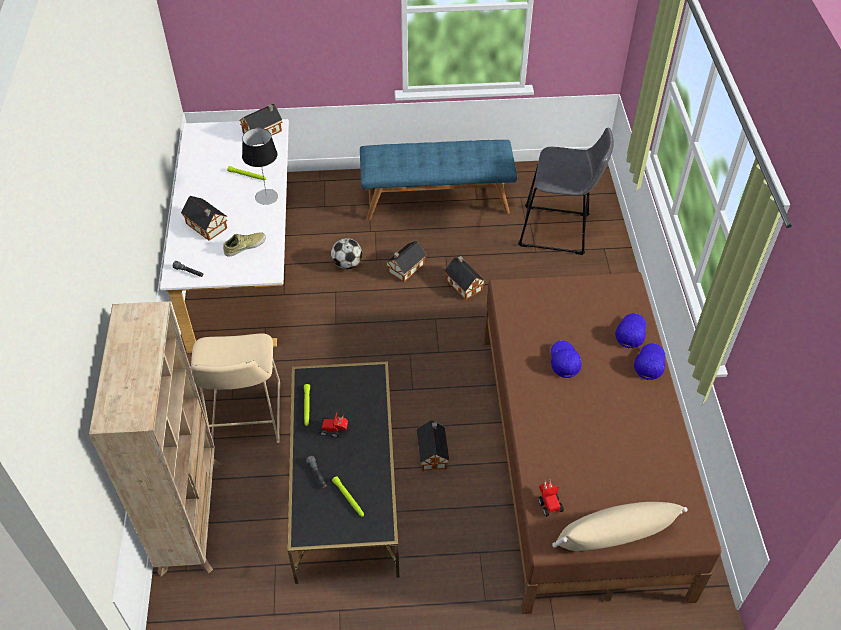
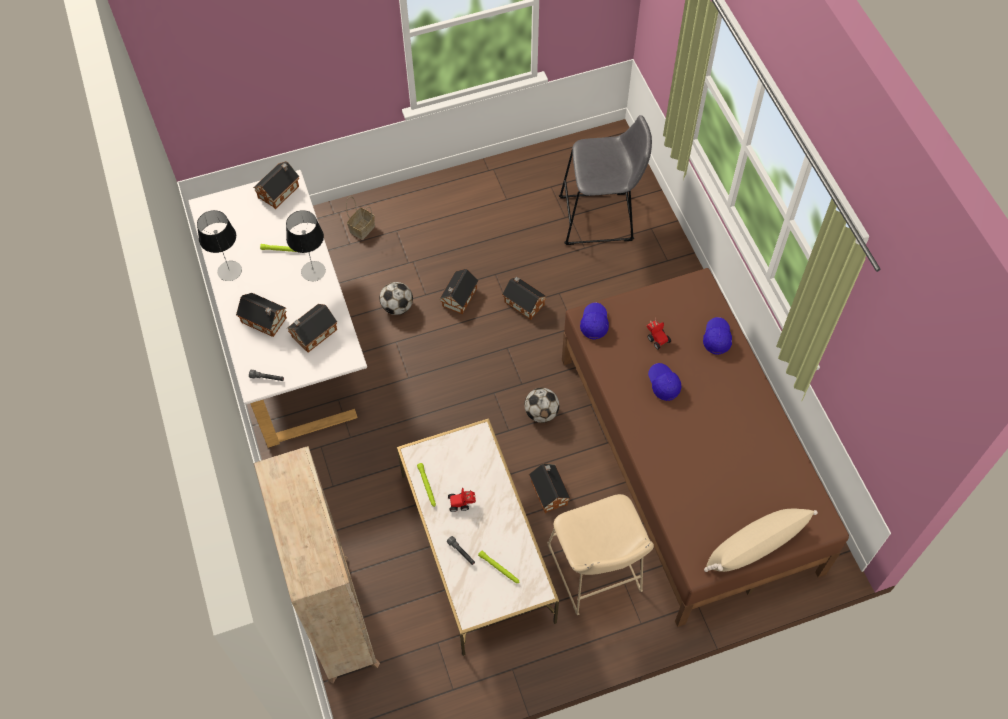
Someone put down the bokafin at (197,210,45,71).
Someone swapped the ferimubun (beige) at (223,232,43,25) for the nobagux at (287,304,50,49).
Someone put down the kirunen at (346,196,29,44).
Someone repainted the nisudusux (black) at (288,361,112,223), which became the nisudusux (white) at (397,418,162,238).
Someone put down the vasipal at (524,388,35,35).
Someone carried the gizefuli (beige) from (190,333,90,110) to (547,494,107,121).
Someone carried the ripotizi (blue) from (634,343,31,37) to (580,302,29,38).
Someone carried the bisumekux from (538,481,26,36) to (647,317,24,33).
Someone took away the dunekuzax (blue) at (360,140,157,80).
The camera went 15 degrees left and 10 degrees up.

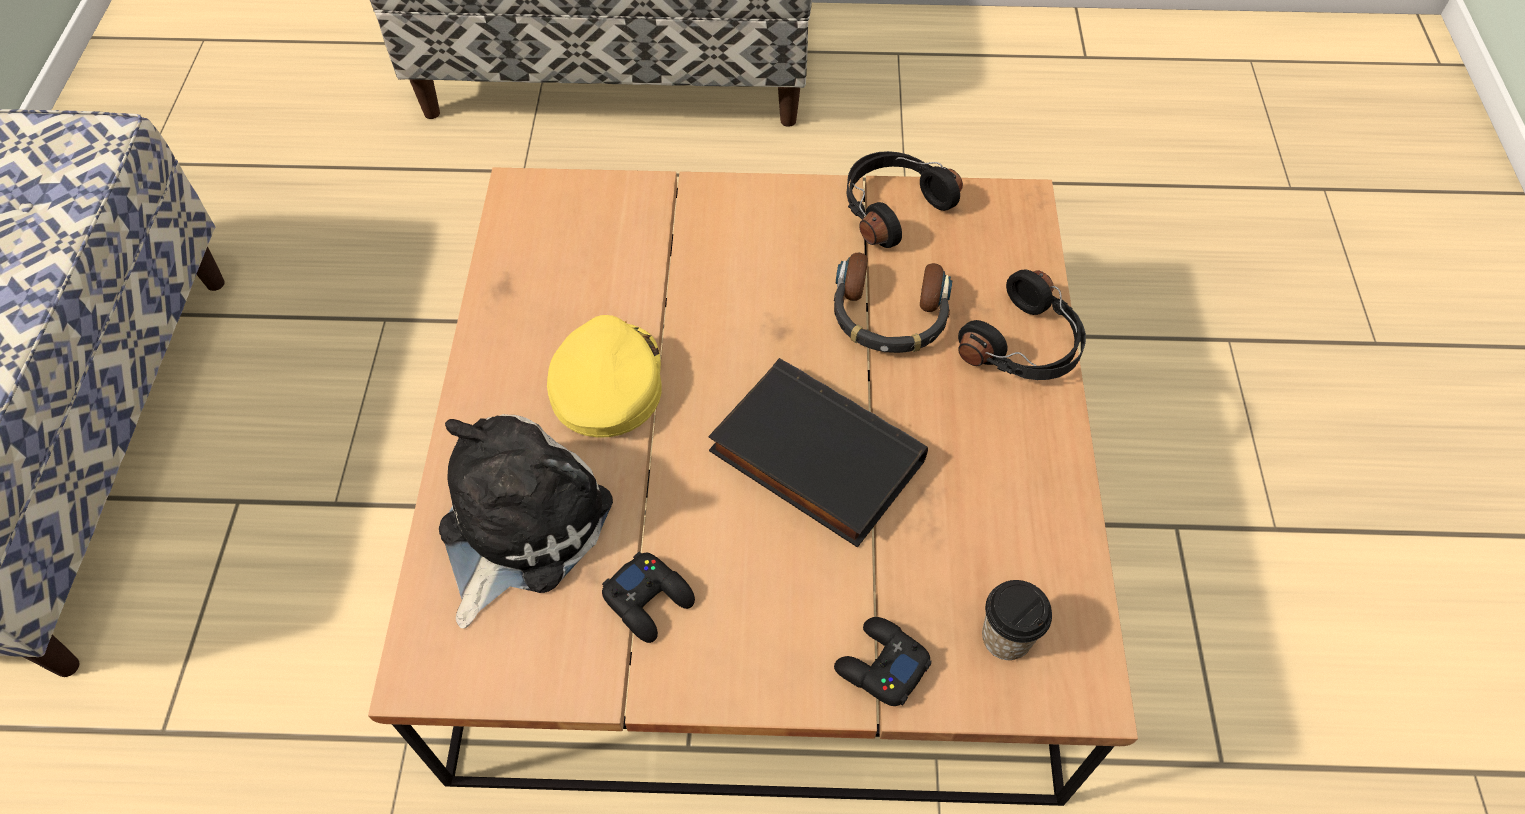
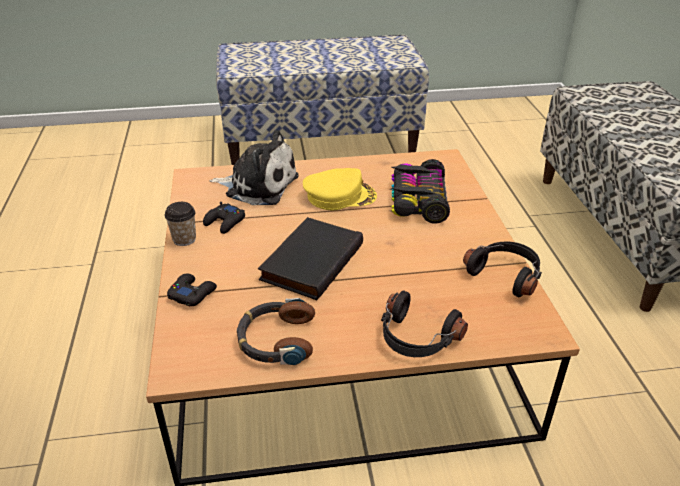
Someone carried the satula from (982,580,70,80) to (165,202,31,44).
Someone carried the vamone from (834,253,118,100) to (237,298,78,67).
Someone put down the bisumekux at (390,159,60,65).
The camera went 80 degrees right and 20 degrees down.

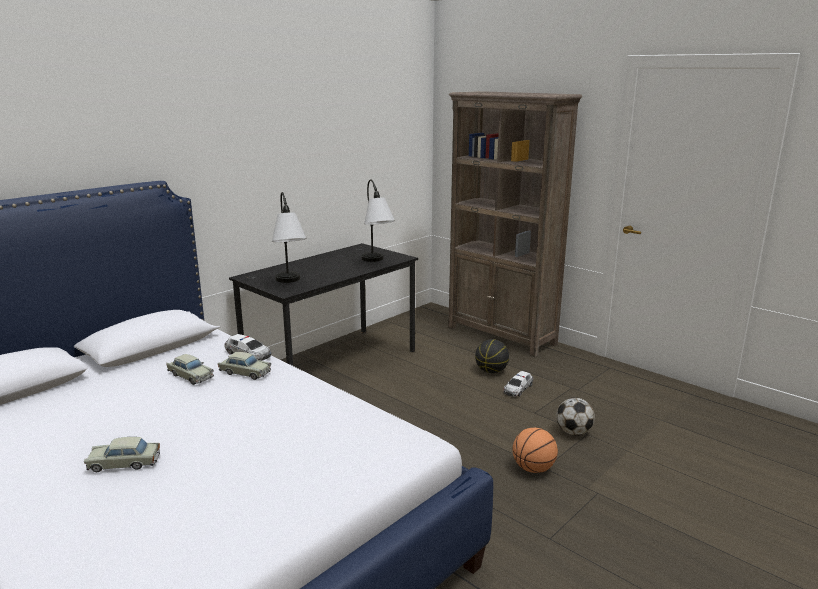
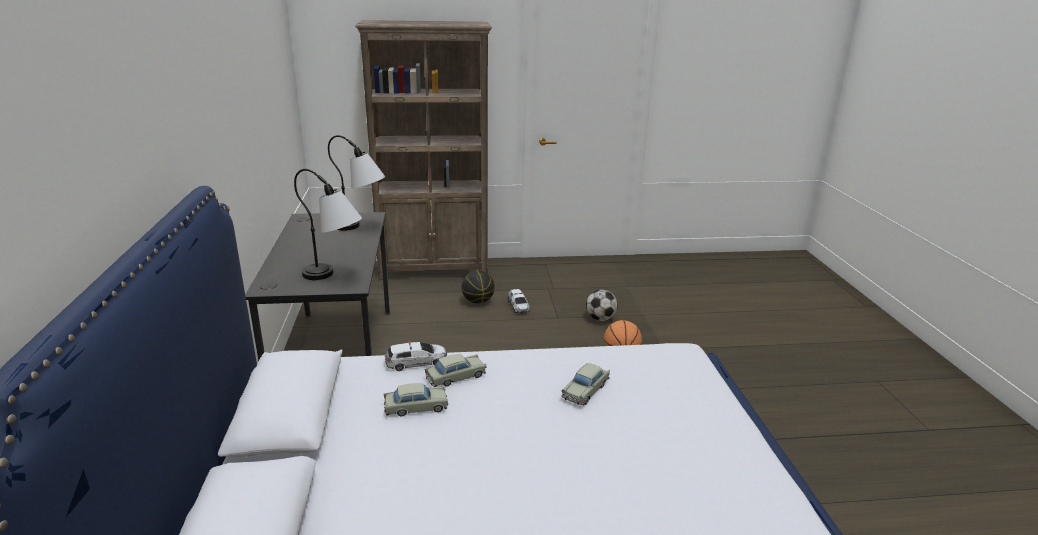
Someone carried the bisumekux (beige) from (84,437,76,35) to (562,363,48,42).
The camera went 50 degrees left and 5 degrees up.

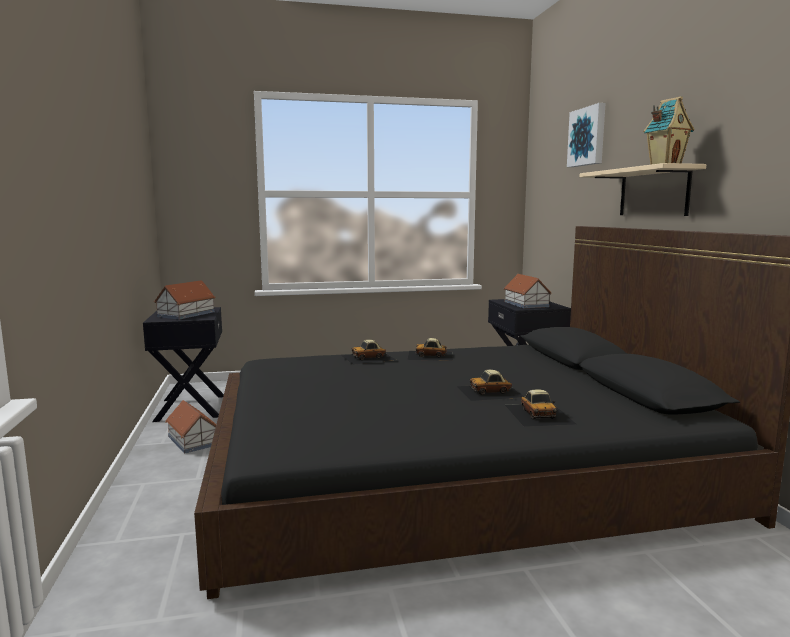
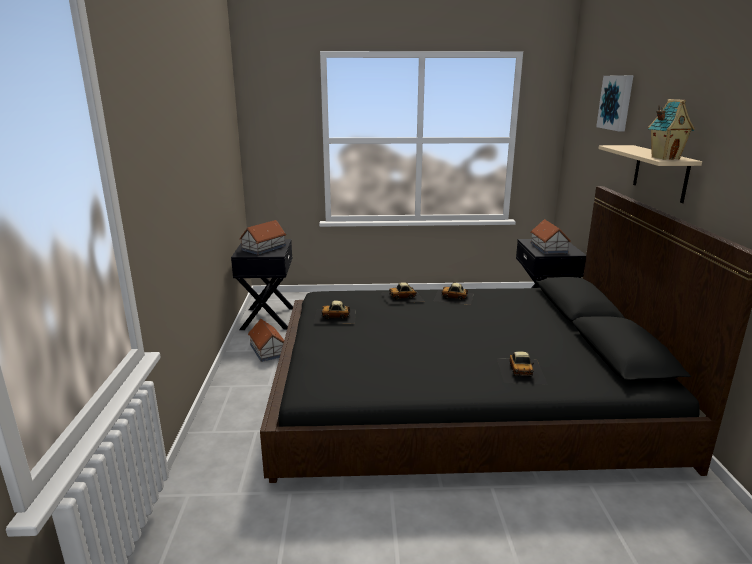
Someone carried the bisumekux from (456,370,68,31) to (314,300,42,24).
The camera went 10 degrees right and 10 degrees up.

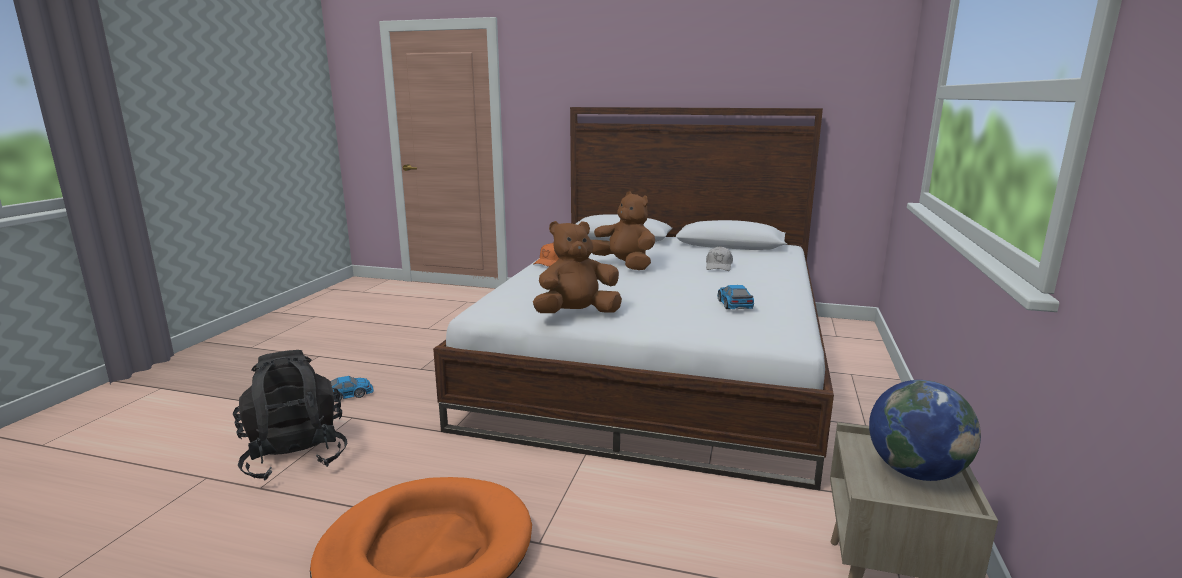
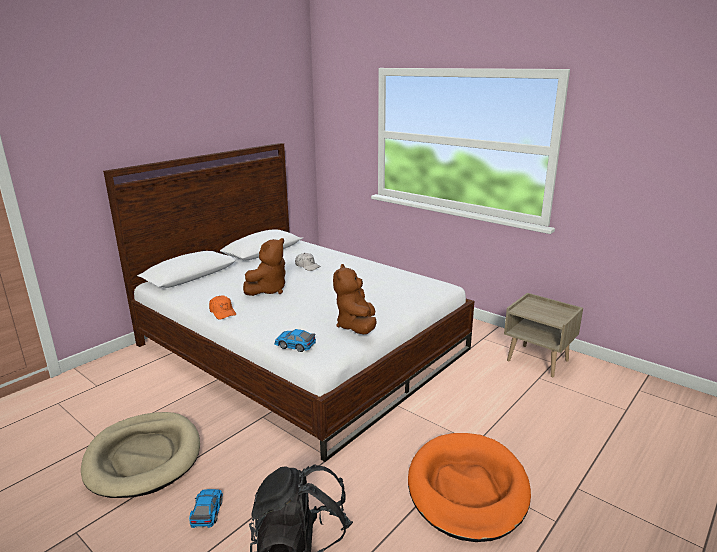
Someone put down the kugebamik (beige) at (81,412,119,86).
Someone rotated the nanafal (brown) at (591,192,64,78) by 150 degrees clockwise.
Someone carried the bisumekux from (717,285,37,24) to (274,329,42,23).
Someone took away the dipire at (869,380,112,101).
The camera went 65 degrees left and 5 degrees up.

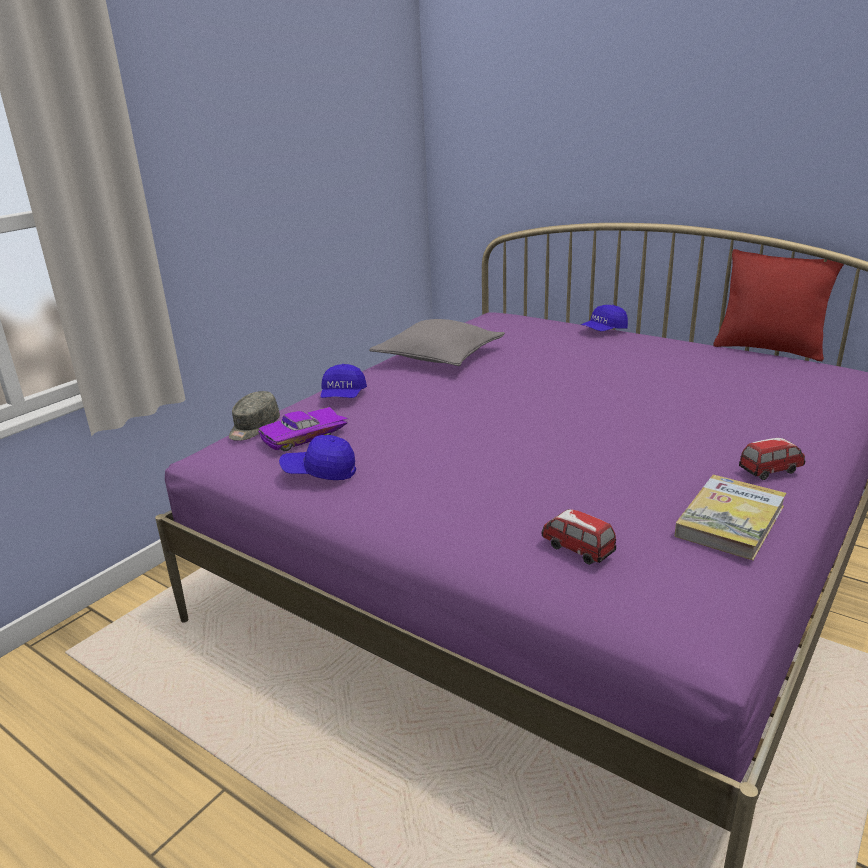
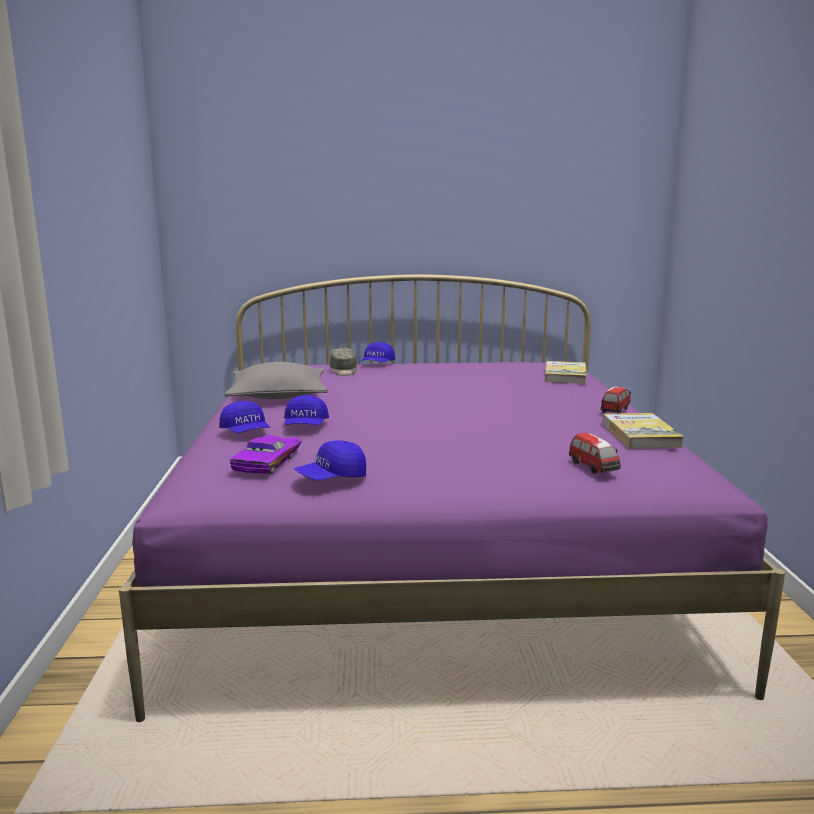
Someone put down the ripotizi (blue) at (284,395,45,30).
Someone carried the ripotizi (grey) from (229,391,51,50) to (330,348,27,28).
Someone put down the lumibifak at (545,361,42,23).
Someone rotated the bisumekux at (542,509,74,56) by 120 degrees counterclockwise.
Someone took away the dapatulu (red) at (713,249,131,112).
The camera went 40 degrees left and 10 degrees down.

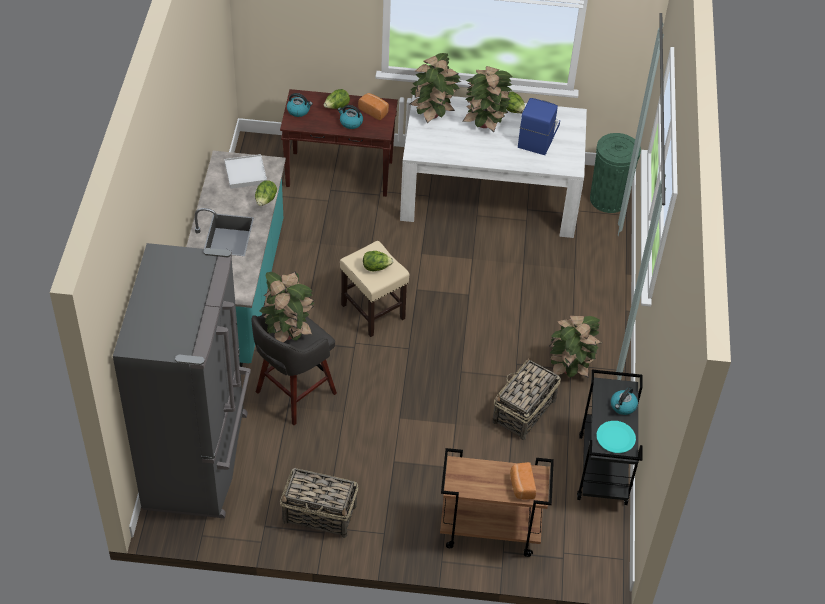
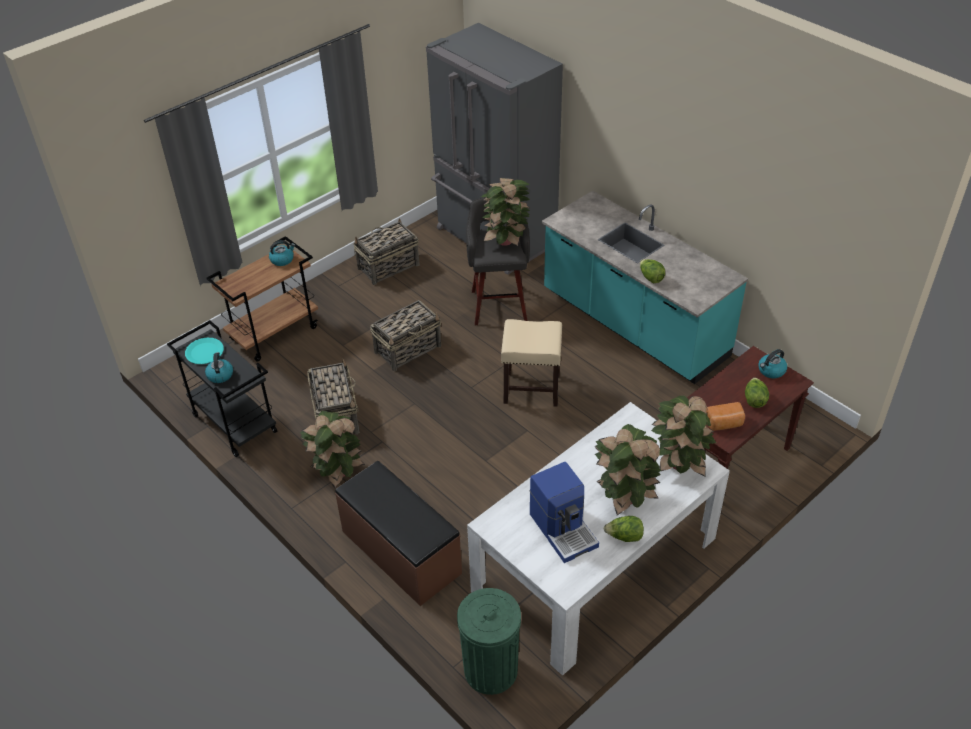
Someone carried the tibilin from (337,105,26,24) to (269,240,26,26).
Someone put down the dunekuzax (brown) at (335,461,127,145).
Someone put down the kirunen at (370,300,71,71).
Someone took away the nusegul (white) at (224,154,43,35).
Someone took away the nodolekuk at (363,251,31,20).
Someone took away the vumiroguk at (510,462,26,38).
The camera went 135 degrees right and 5 degrees down.

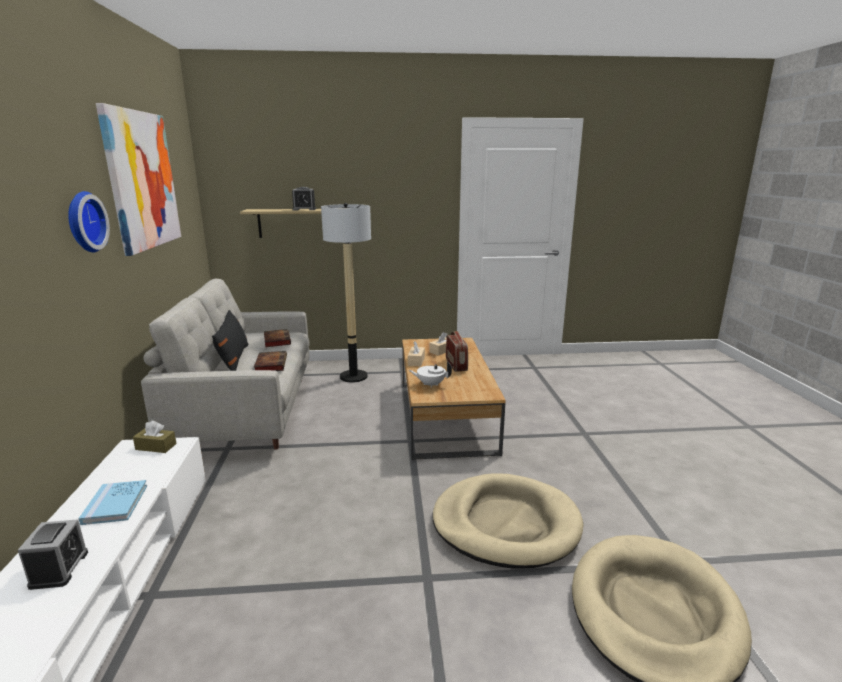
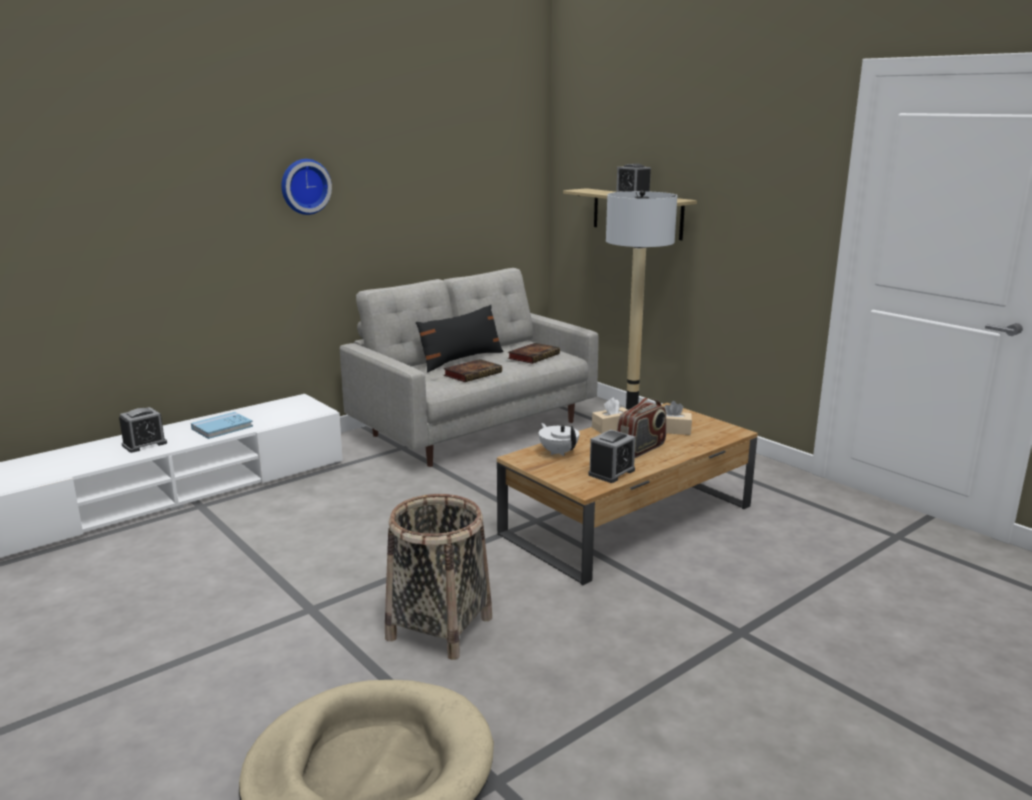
Someone swapped the kugebamik (beige) at (433,473,151,96) for the kirunen at (385,494,107,166).
Someone put down the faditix at (588,430,48,53).
Someone took away the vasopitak at (96,103,85,153).
Someone took away the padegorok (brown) at (133,421,44,32).
The camera went 55 degrees right and 0 degrees up.

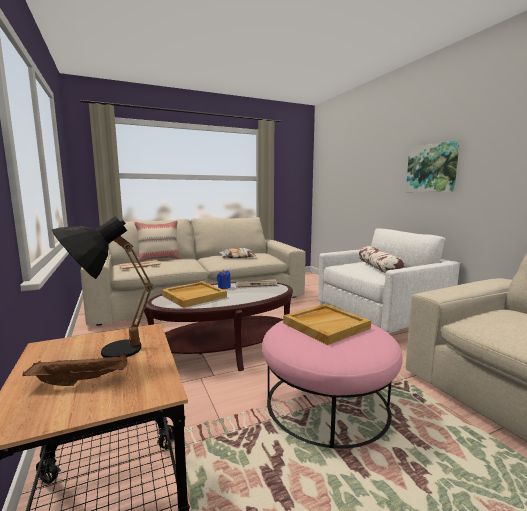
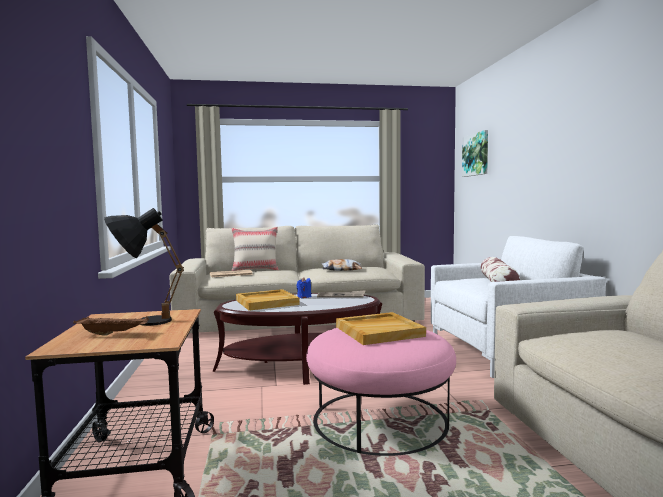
Someone carried the vasopitak from (406,140,54,52) to (462,130,26,47).
The camera went 15 degrees right and 5 degrees down.

